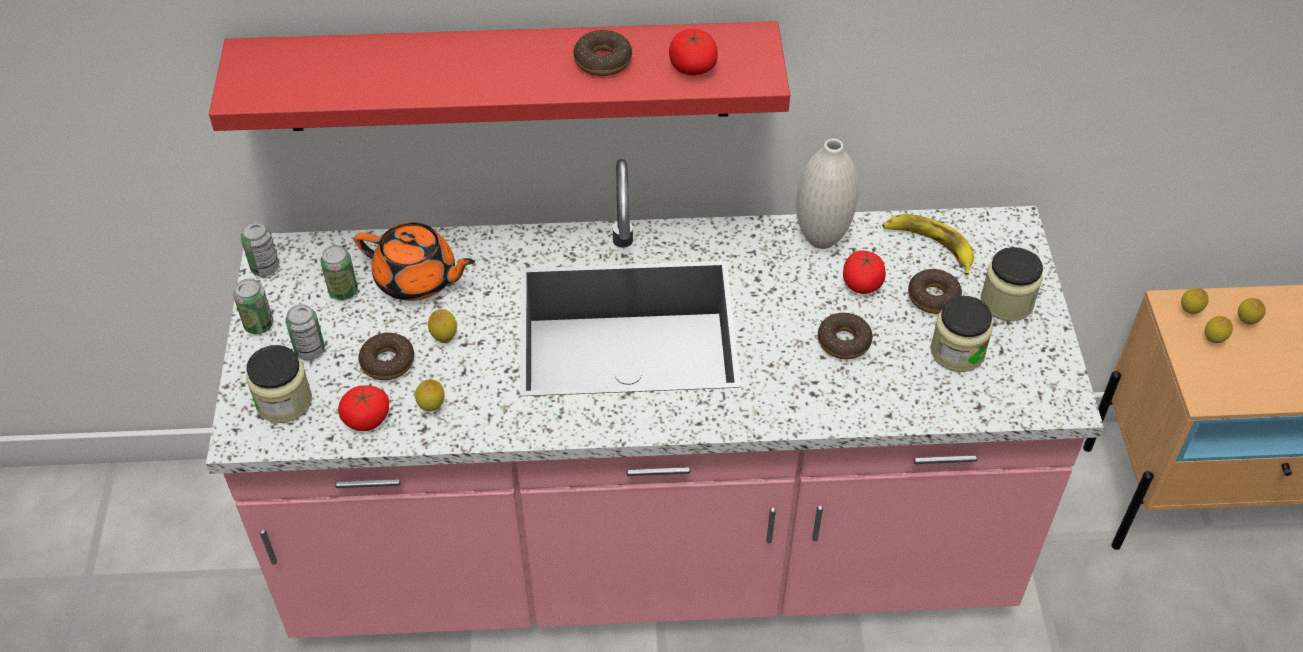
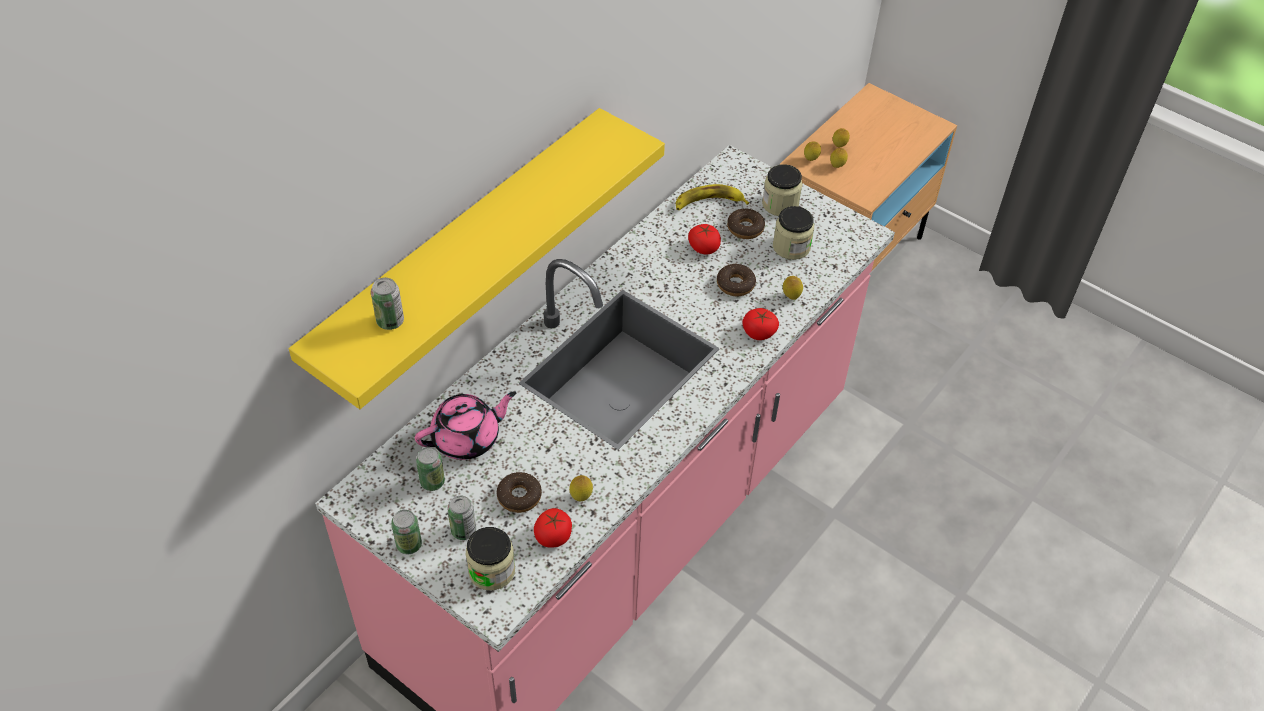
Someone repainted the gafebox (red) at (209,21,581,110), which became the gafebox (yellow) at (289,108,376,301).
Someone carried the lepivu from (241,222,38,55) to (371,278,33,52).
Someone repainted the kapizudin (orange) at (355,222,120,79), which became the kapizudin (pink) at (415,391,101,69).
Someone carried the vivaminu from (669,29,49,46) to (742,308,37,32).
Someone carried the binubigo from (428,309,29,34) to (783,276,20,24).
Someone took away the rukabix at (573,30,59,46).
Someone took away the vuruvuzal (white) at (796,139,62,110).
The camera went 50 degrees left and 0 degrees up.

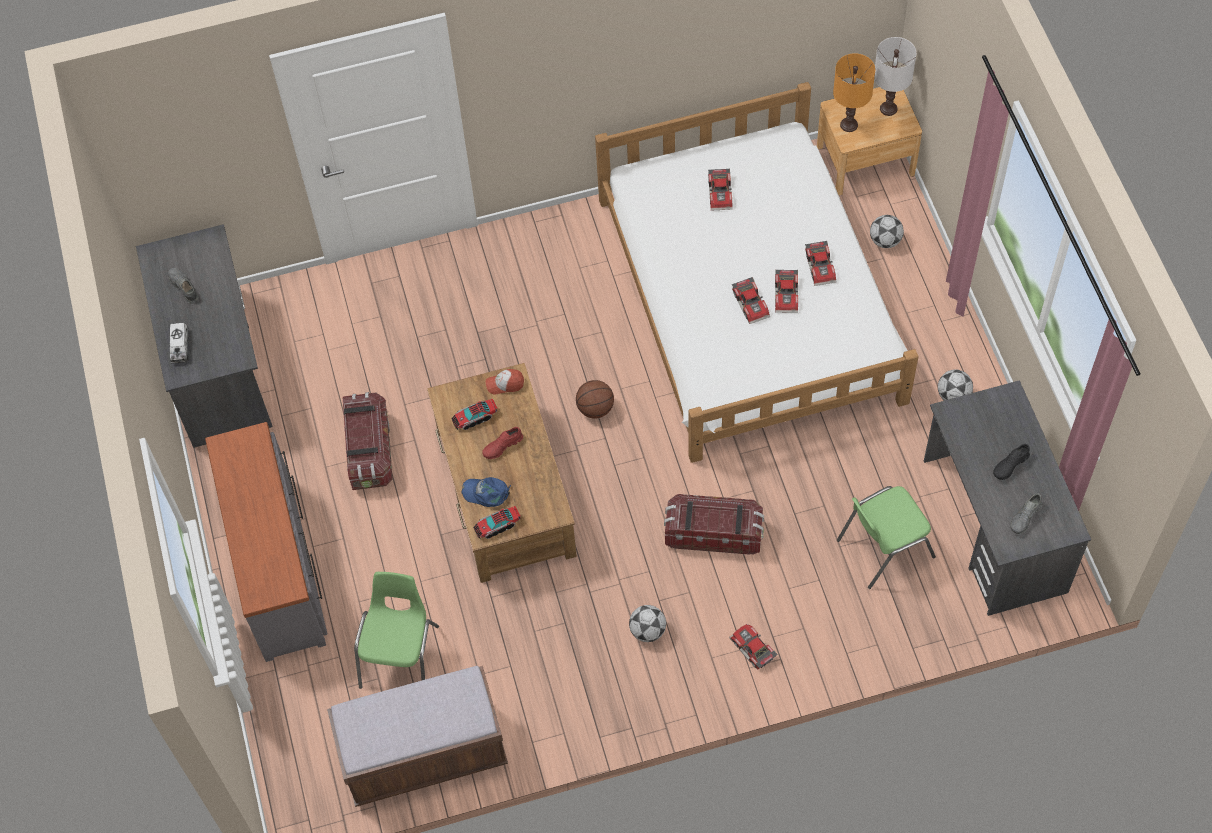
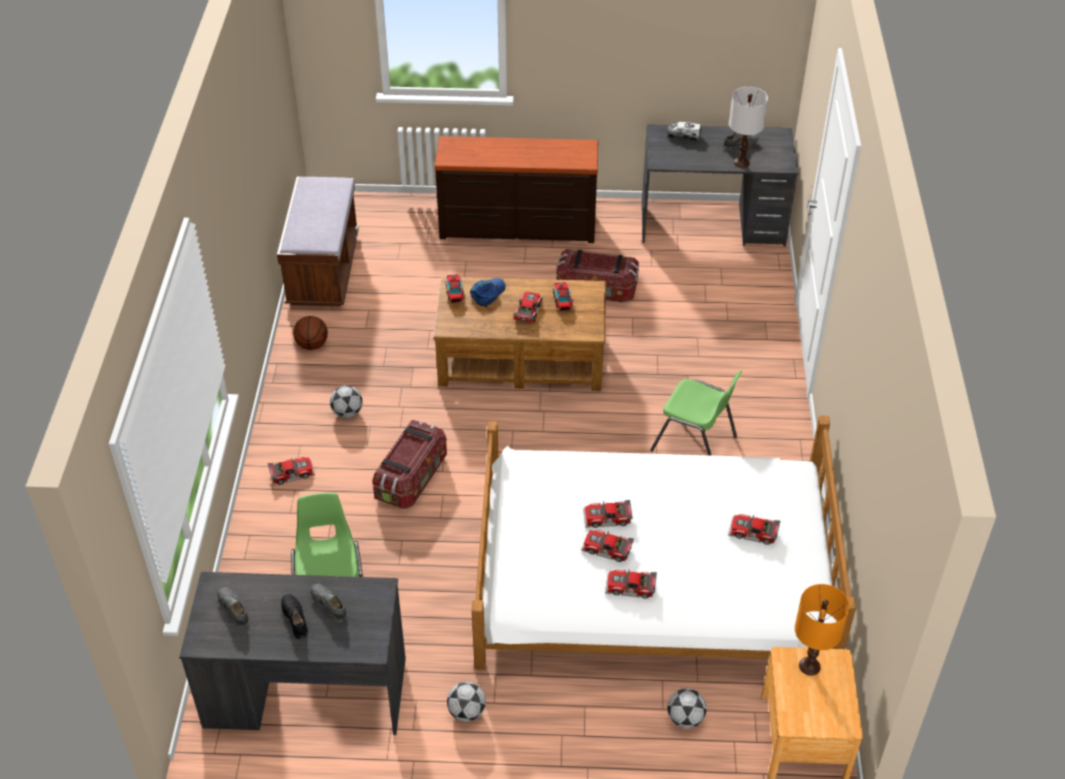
Someone carried the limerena from (576,380,38,38) to (293,316,35,34).
Someone put down the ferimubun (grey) at (311,584,37,39).
Someone repainted the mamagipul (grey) at (205,422,123,240), which became the mamagipul (brown) at (435,136,163,107).
Someone swapped the ferimubun (red) at (482,427,41,32) for the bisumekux at (513,292,30,32).
Someone carried the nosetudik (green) from (354,572,85,117) to (650,370,92,86).
Someone carried the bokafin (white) from (874,37,42,79) to (729,87,39,81).
Someone took away the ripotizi at (486,369,38,25).
The camera went 105 degrees right and 15 degrees down.

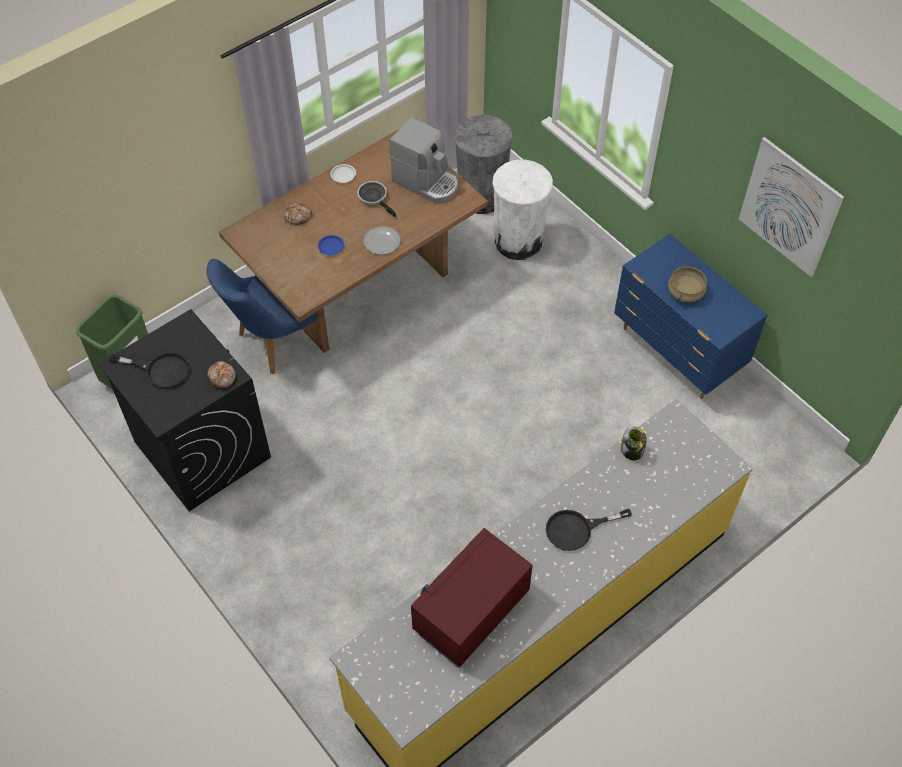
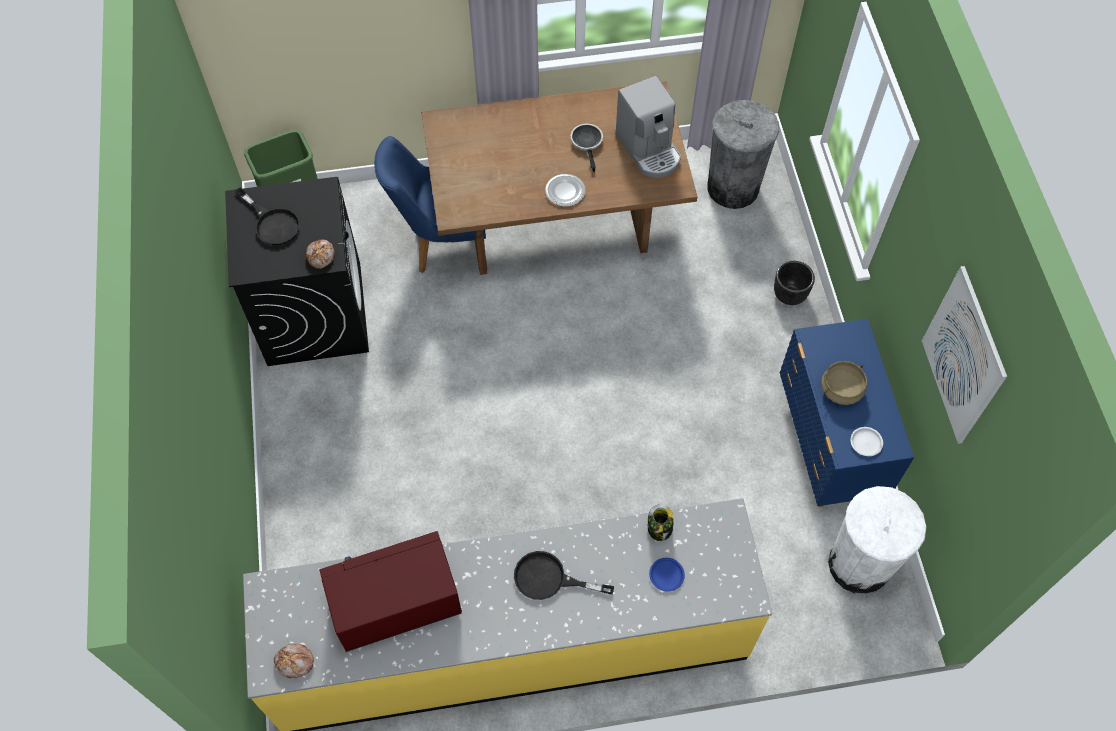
Someone carried the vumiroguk from (284,203,28,22) to (274,644,40,34).
Someone carried the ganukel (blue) from (318,235,26,21) to (649,558,36,33).
Someone put down the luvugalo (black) at (774,261,41,44).
Someone carried the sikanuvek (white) from (492,159,61,101) to (828,486,98,108).
Someone carried the ganukel (white) from (331,164,25,19) to (851,427,32,29).
The camera went 30 degrees right and 5 degrees up.

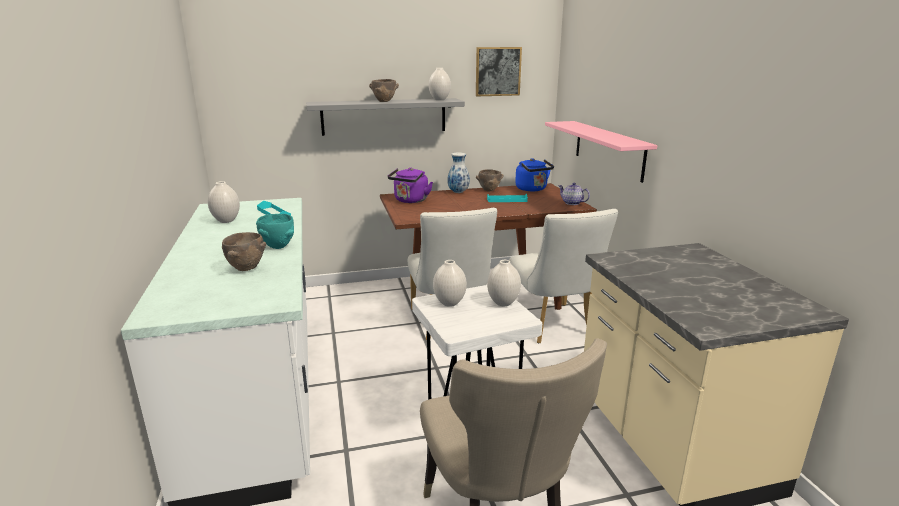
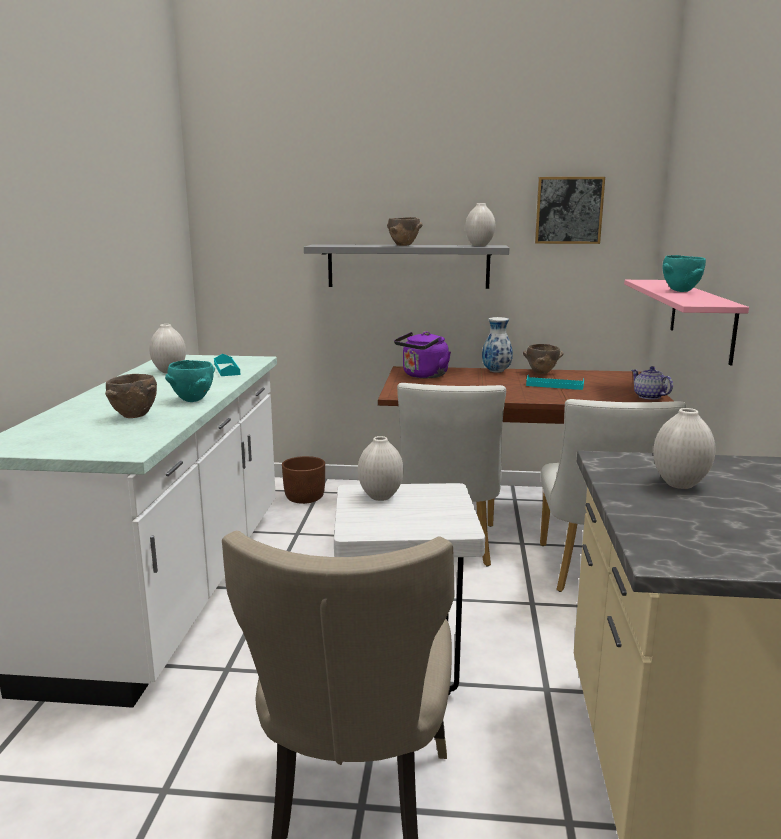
Someone put down the luvugalo (brown) at (282,456,43,48).
Someone carried the vuruvuzal (white) from (487,260,34,46) to (653,408,62,81).
Someone put down the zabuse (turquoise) at (663,255,43,37).
Someone took away the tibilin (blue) at (515,158,39,33).
The camera went 20 degrees right and 5 degrees down.

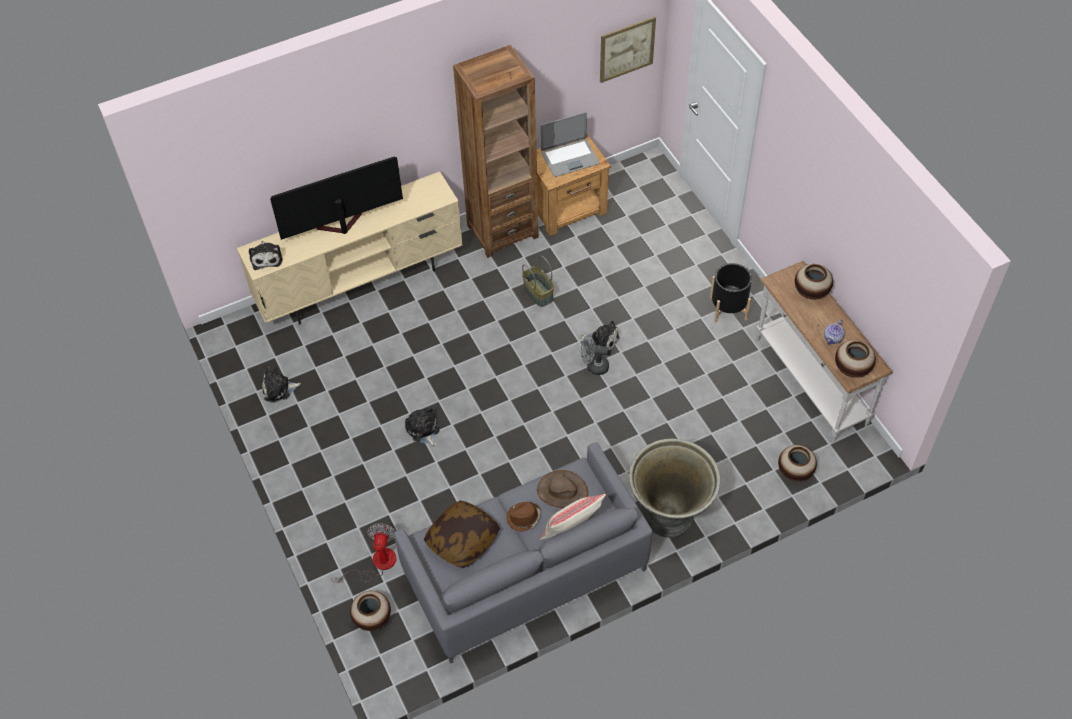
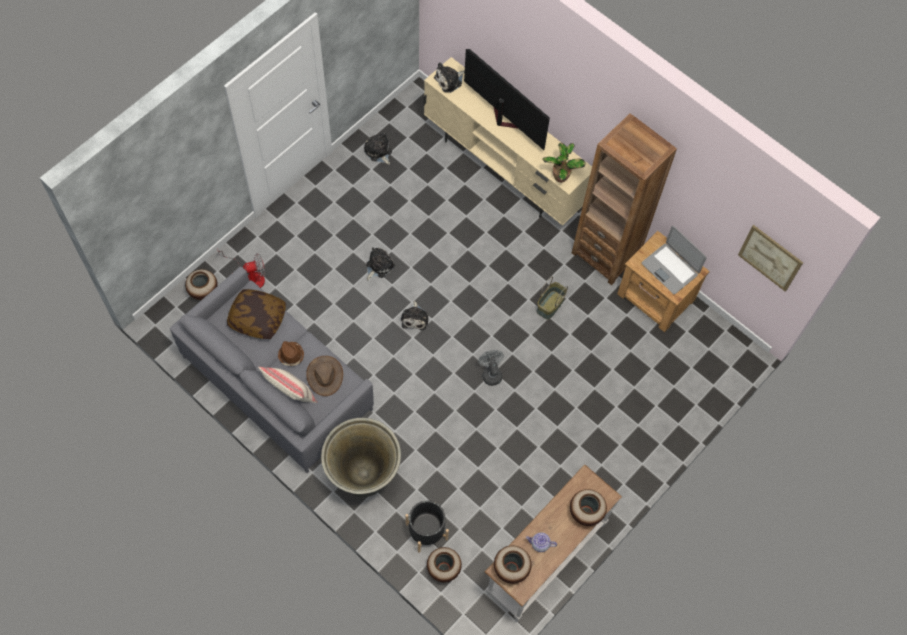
Someone carried the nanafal from (581,321,39,34) to (401,300,27,31).
Someone carried the luvugalo (black) from (710,263,42,60) to (405,501,44,52).
Someone put down the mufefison at (542,143,44,39).
The camera went 65 degrees right and 10 degrees up.

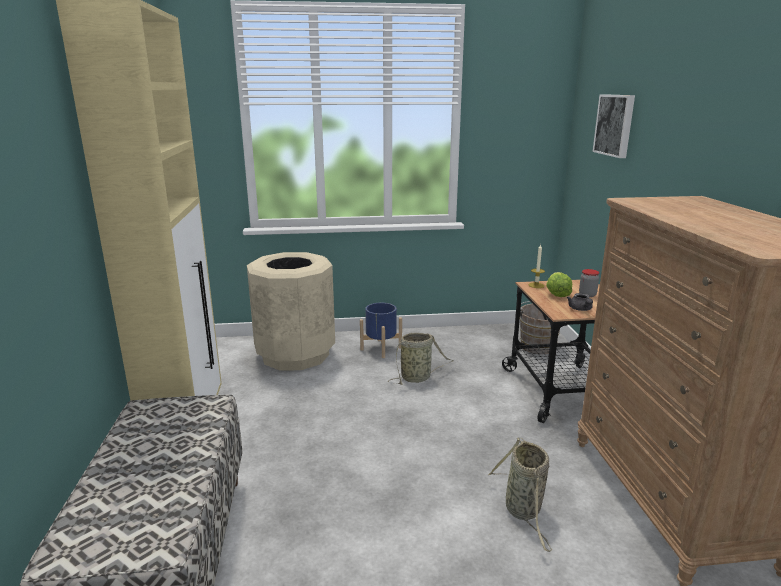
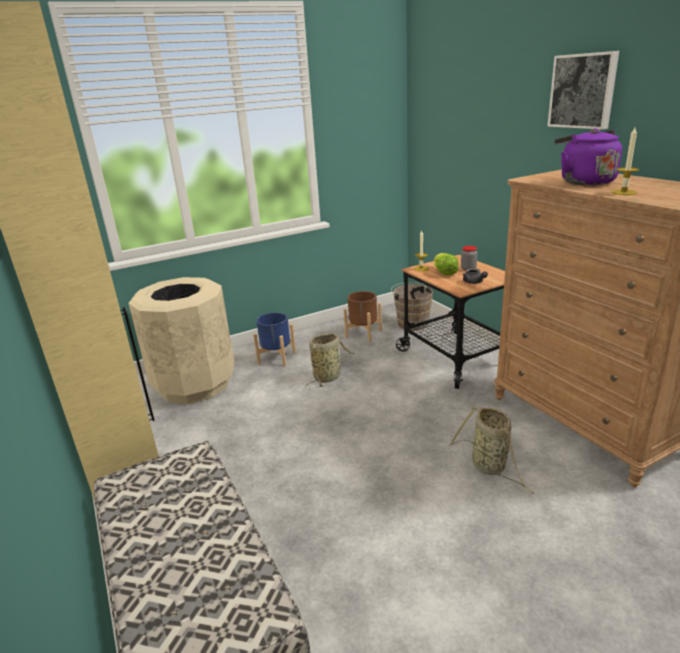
Someone put down the luvugalo (brown) at (344,291,38,51).
Someone carried the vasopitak from (592,94,43,64) to (547,51,72,79).
Someone put down the tibilin (purple) at (554,128,68,58).
Someone put down the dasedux at (611,127,28,68).
The camera went 20 degrees left and 5 degrees up.

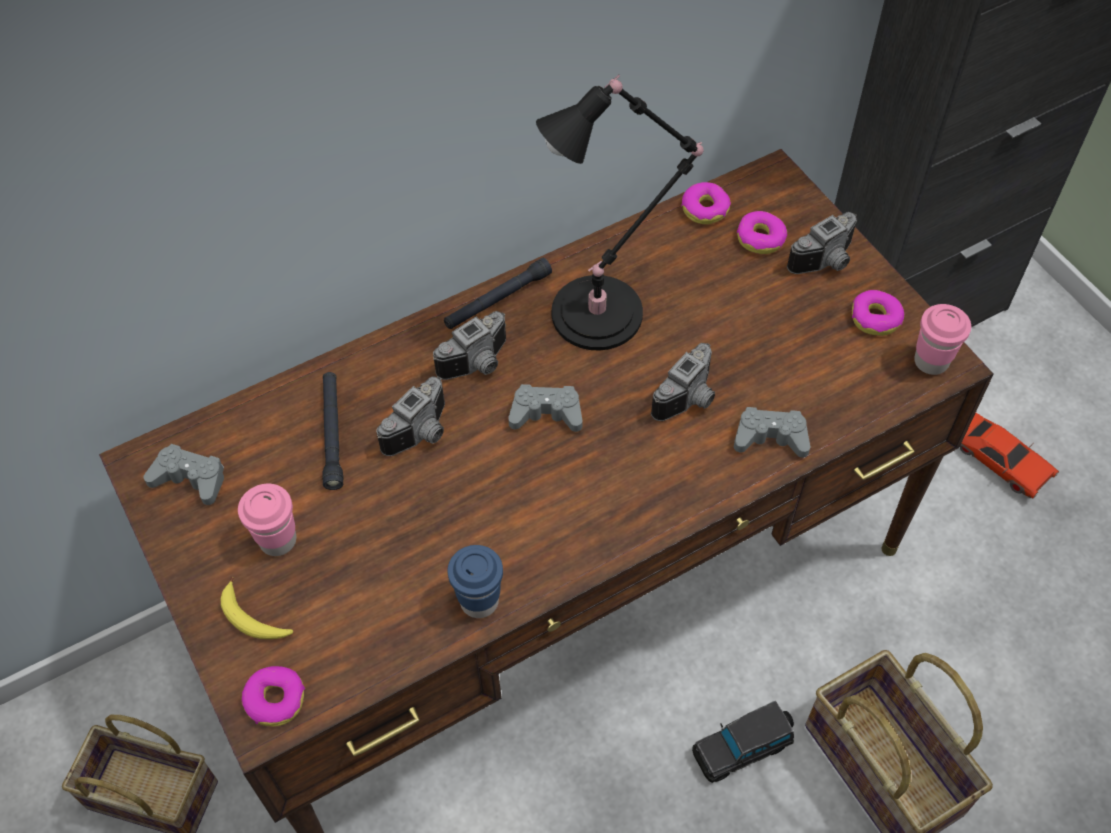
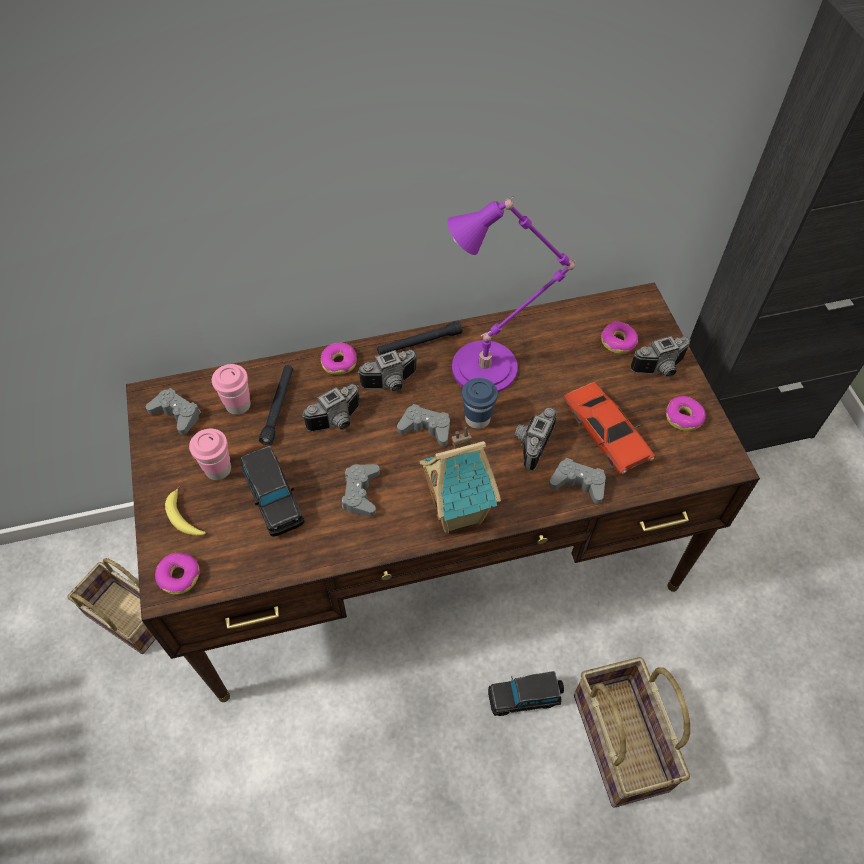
Someone carried the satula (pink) from (914,304,57,71) to (212,364,39,51).
Someone put down the bisumekux (black) at (241,446,63,91).
Someone carried the rukabix from (681,182,50,42) to (321,343,35,32).
Someone put down the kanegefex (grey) at (342,464,38,52).
Someone put down the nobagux at (419,427,82,106).
Someone repainted the bokafin (black) at (536,75,168,275), which became the bokafin (purple) at (447,196,128,196).
Someone carried the satula (blue) from (448,545,55,73) to (462,378,36,51).
Someone rotated the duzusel at (651,343,64,78) by 150 degrees clockwise.
Someone carried the bisumekux (red) from (960,413,99,85) to (563,382,93,93).
The camera went 15 degrees right and 0 degrees up.

